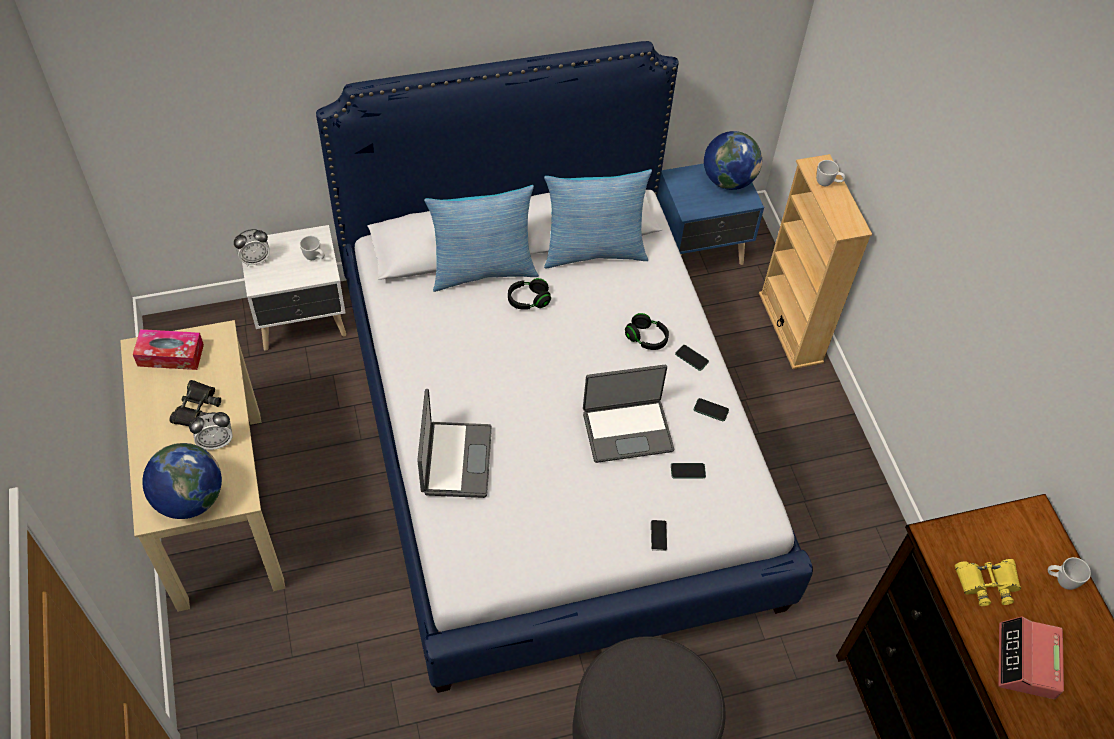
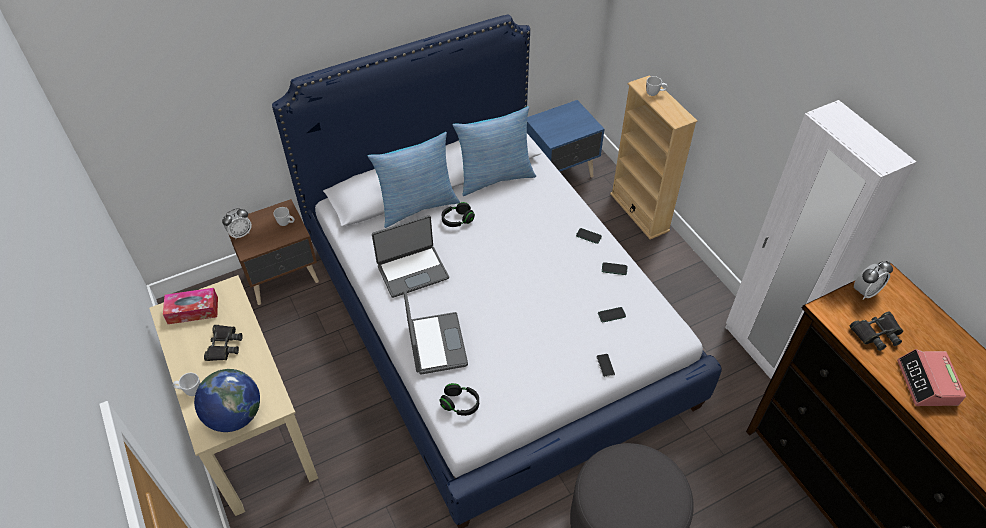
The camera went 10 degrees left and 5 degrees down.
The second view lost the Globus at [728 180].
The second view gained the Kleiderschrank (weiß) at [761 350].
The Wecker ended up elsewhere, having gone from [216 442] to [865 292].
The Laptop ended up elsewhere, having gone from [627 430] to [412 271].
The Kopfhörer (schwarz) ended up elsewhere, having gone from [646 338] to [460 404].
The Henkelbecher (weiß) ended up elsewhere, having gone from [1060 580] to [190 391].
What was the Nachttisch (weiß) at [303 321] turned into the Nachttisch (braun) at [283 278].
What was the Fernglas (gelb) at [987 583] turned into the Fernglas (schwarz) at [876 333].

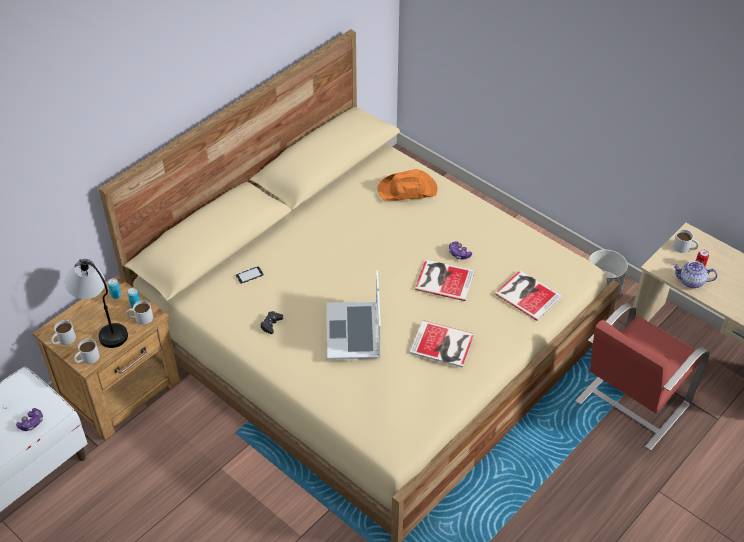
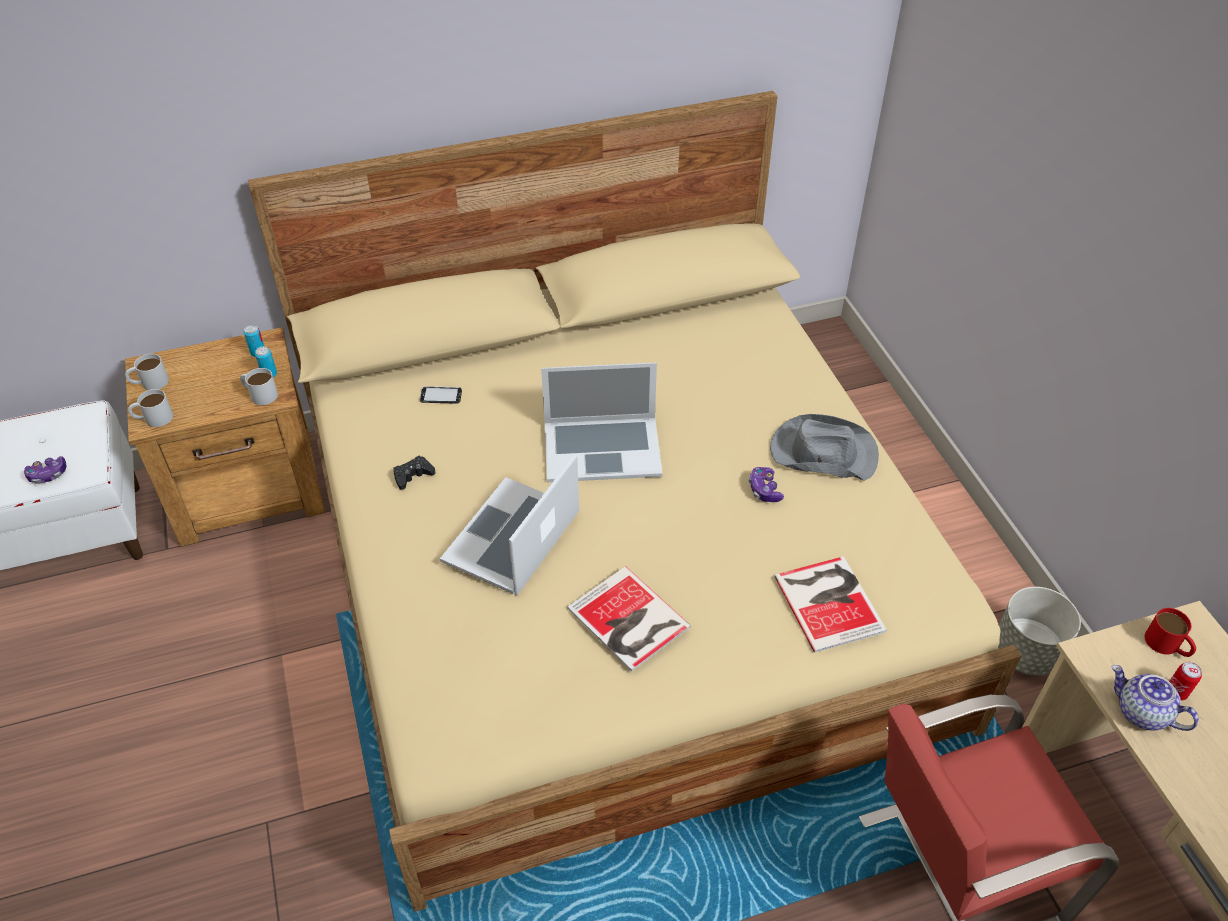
The camera went 30 degrees right and 0 degrees up.
The second view lost the Tischlampe at [103 325].
The second view lost the Hut (orange) at [408 190].
The second view lost the Buch at [443 279].
The second view gained the Laptop at [602 448].
The second view gained the Hut (grau) at [822 453].
What was the Henkelbecher (weiß) at [684 248] turned into the Henkelbecher (rot) at [1167 645].

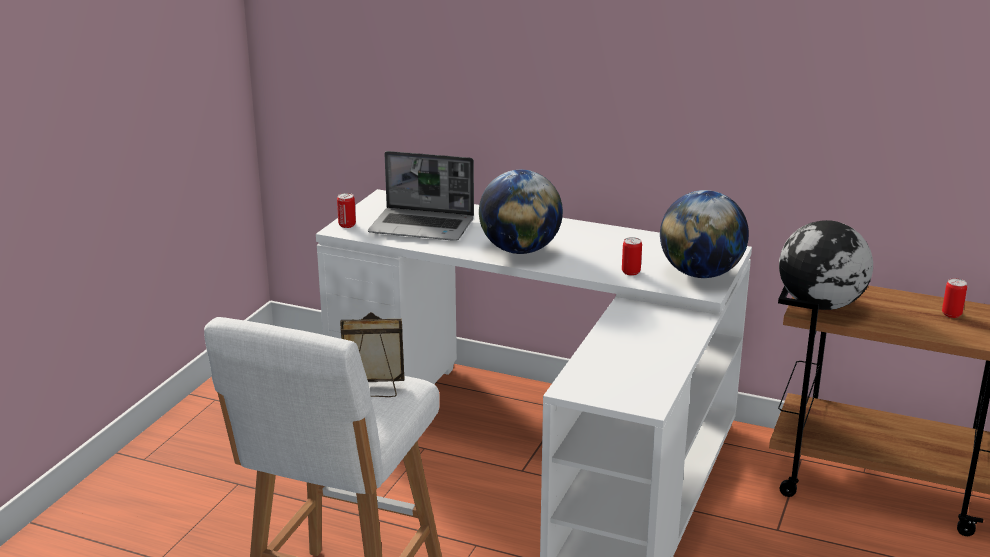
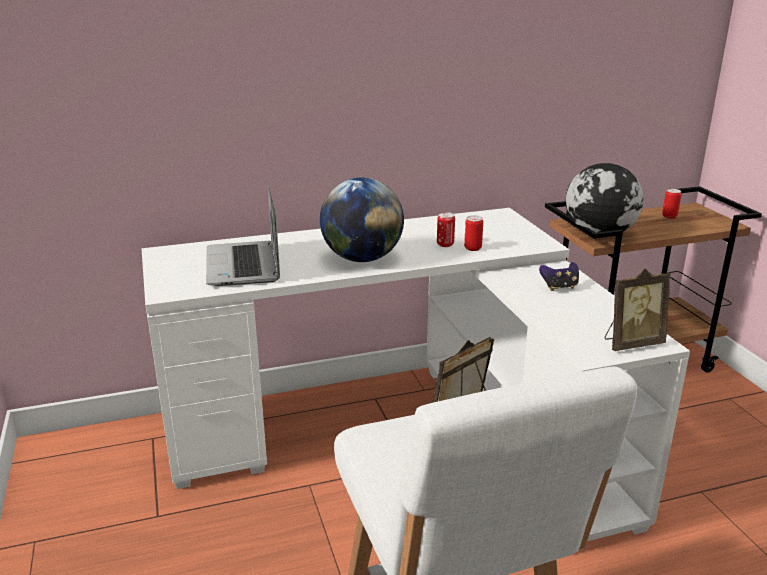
The camera went 40 degrees left and 0 degrees up.
The second view lost the Globus at [700 274].
The second view gained the Gamepad at [559 287].
The second view gained the Bilderrahmen at [631 343].
The Dose ended up elsewhere, having gone from [347 225] to [445 244].
The Laptop at [423 227] ended up facing another way, 105 degrees clockwise from before.

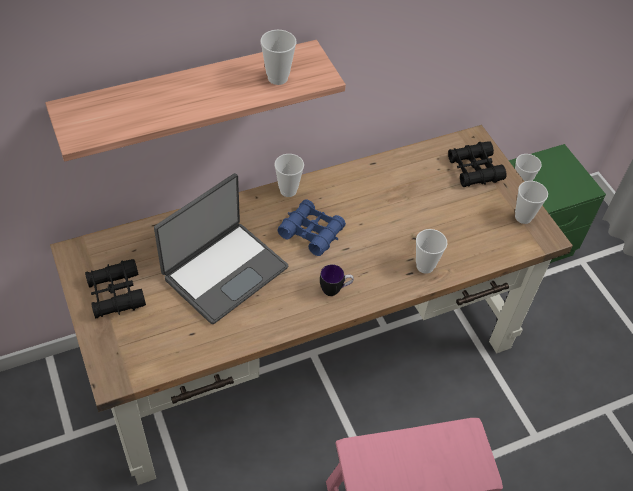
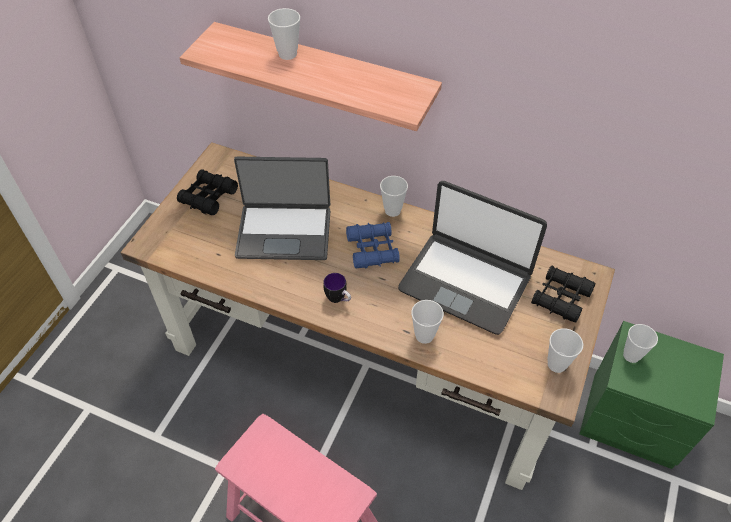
The camera went 50 degrees right and 0 degrees up.
The second view gained the Laptop at [465 282].
The Tasse ended up elsewhere, having gone from [277 78] to [287 54].

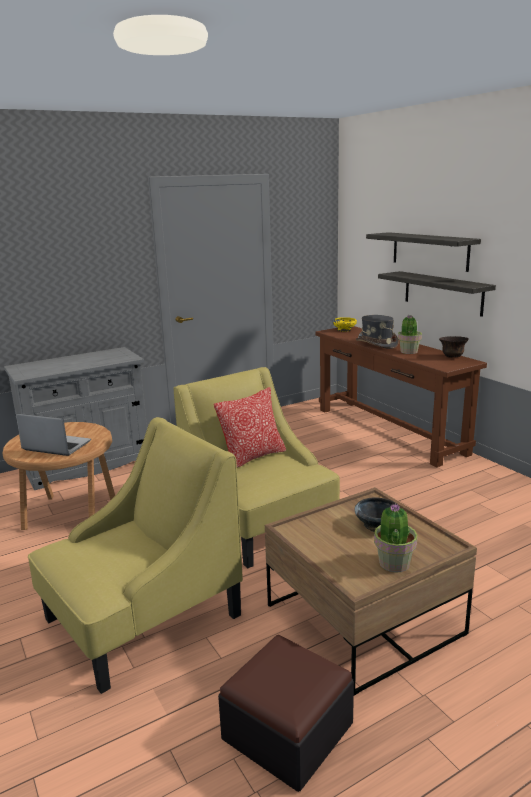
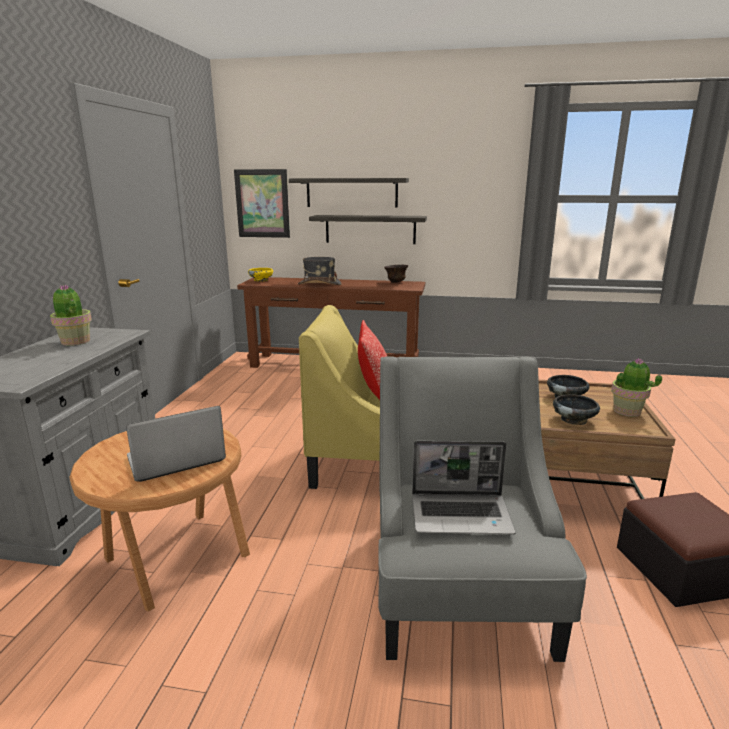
The camera went 50 degrees left and 0 degrees up.
The second view gained the Bild at [262 203].
The second view gained the Laptop at [461 515].
The second view gained the Schüssel (schwarz) at [574 419].
The Topfpflanze ended up elsewhere, having gone from [408 351] to [75 342].
What was the Sessel (gelb) at [142 617] turned into the Sessel (grau) at [459 584].

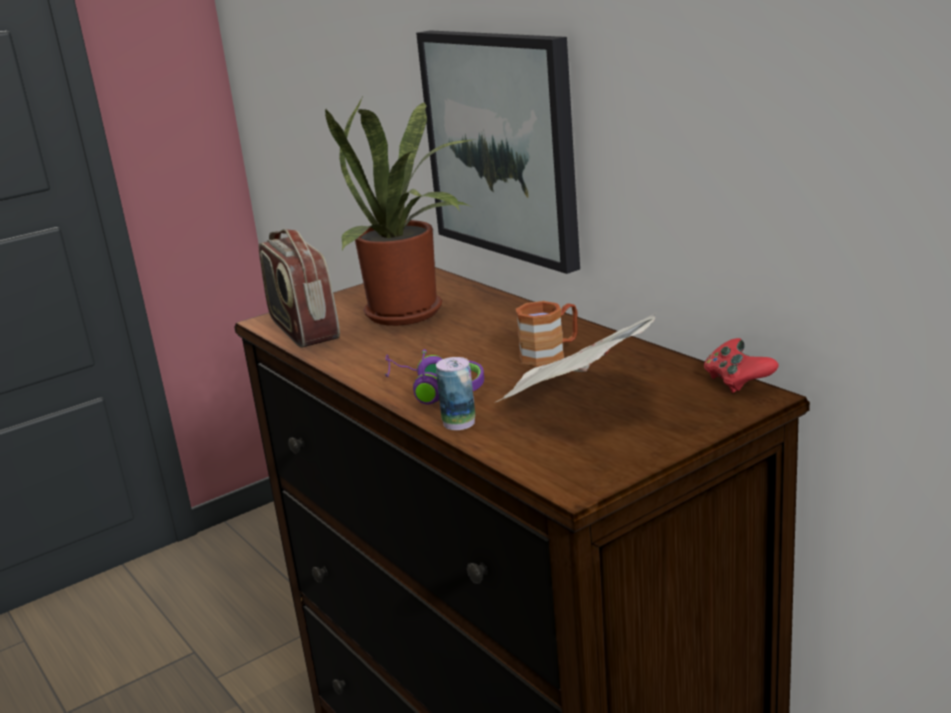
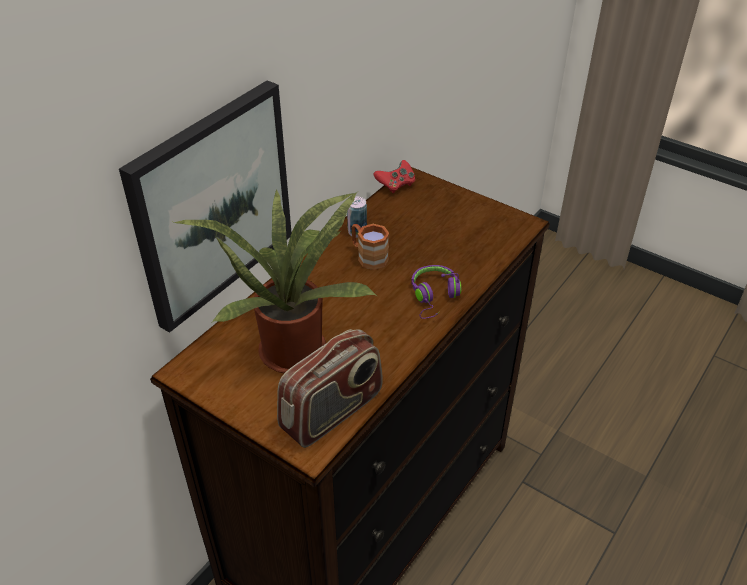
The camera went 110 degrees left and 20 degrees up.
The second view lost the Zeitung at [576 400].
The Dose ended up elsewhere, having gone from [459 423] to [357 231].

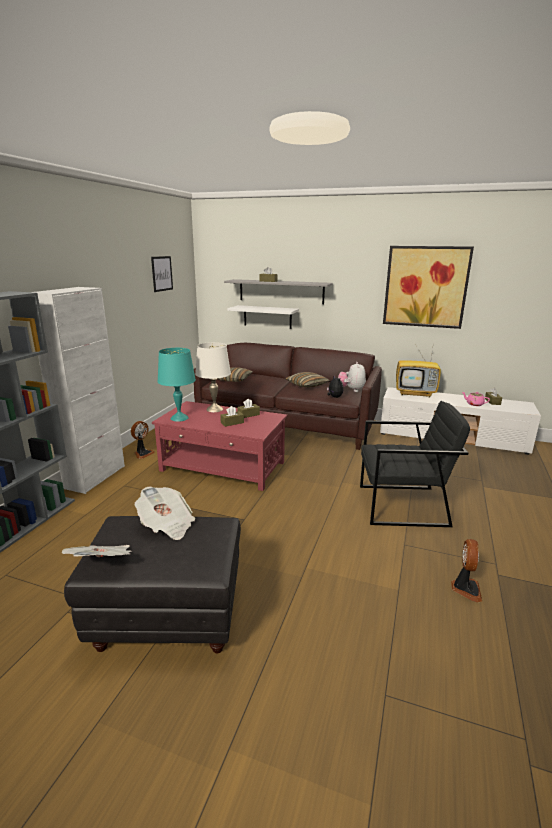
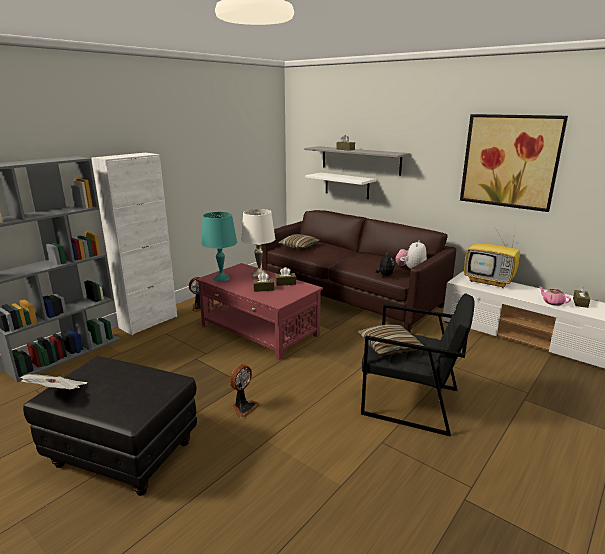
The camera went 20 degrees right and 0 degrees up.
The second view lost the Zeitung at [167 525].
The second view lost the Bild at [162 273].
The Kissen ended up elsewhere, having gone from [307 385] to [389 346].
The Ventilator ended up elsewhere, having gone from [465 589] to [243 407].

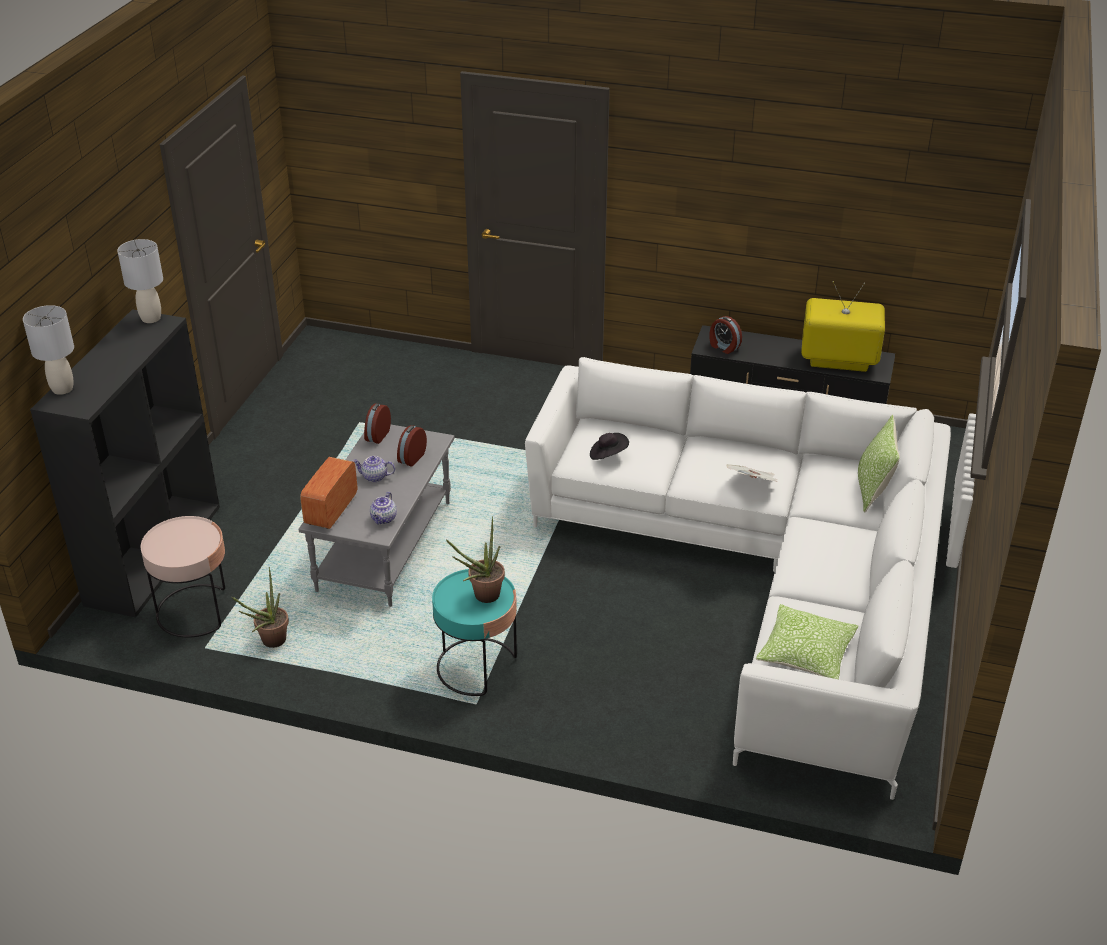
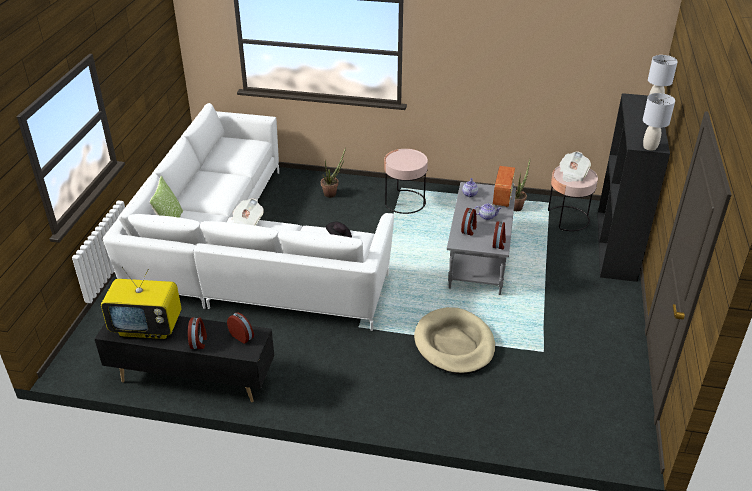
The camera went 175 degrees right and 0 degrees up.
The second view lost the Kissen at [806 653].
The second view gained the Wecker at [199 342].
The second view gained the Hundebett (beige) at [454 344].
The second view gained the Zeitung at [572 175].
The Topfpflanze ended up elsewhere, having gone from [482 597] to [332 193].
What was the Beistelltisch (türkis) at [477 666] turned into the Beistelltisch (rosa) at [405 202].

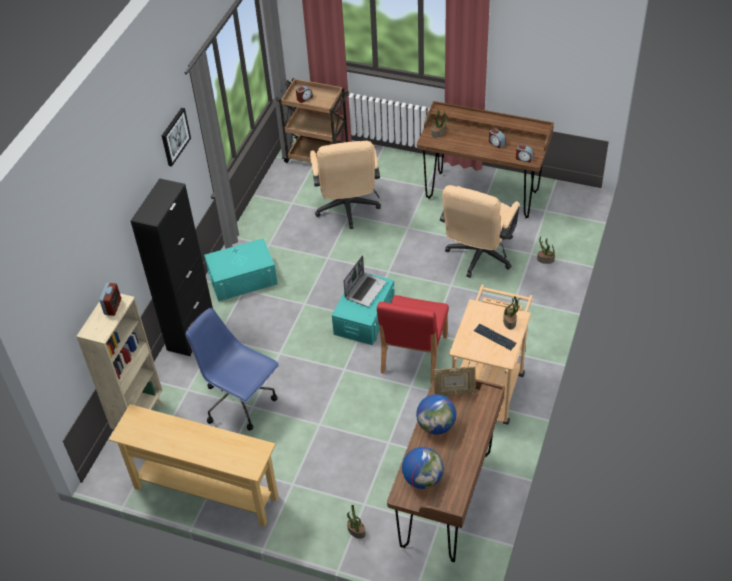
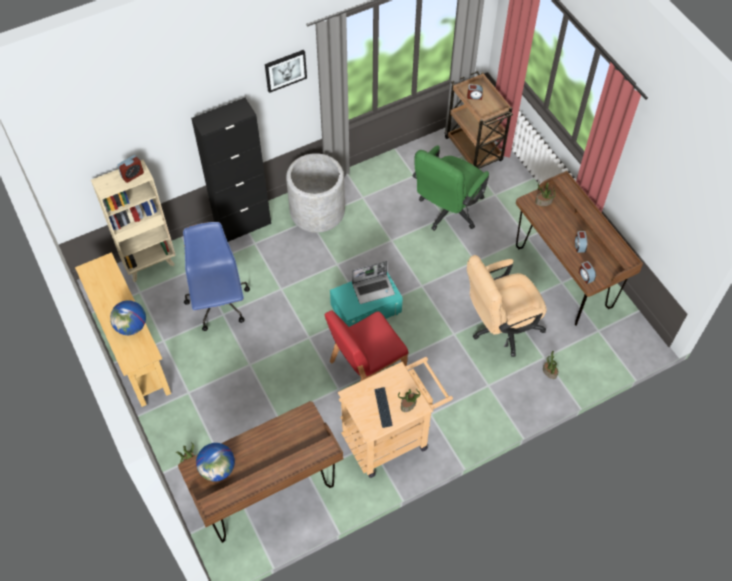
The camera went 40 degrees right and 10 degrees up.
The second view lost the Bilderrahmen at [454 393].
The Globus ended up elsewhere, having gone from [436 426] to [131 326].
Where the Aufbewahrungsbox (türkis) stood at [242 279], the Pflanzkübel (grau) came to stand at [317 211].
What was the Bürostuhl (beige) at [347 210] turned into the Bürostuhl (grün) at [447 212].

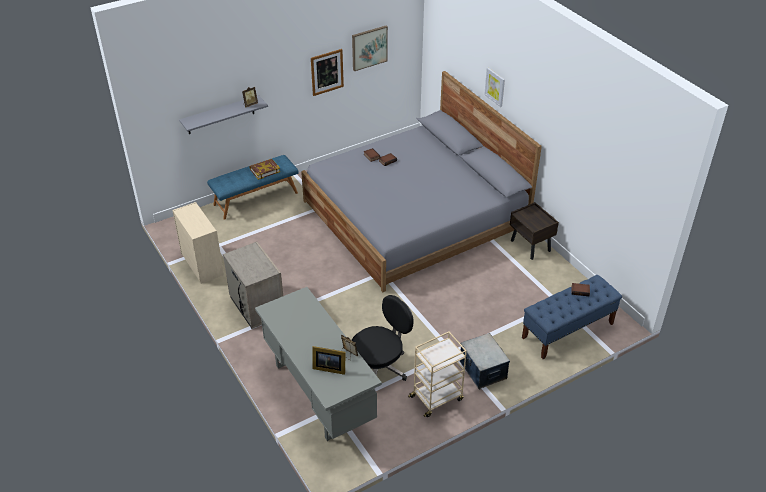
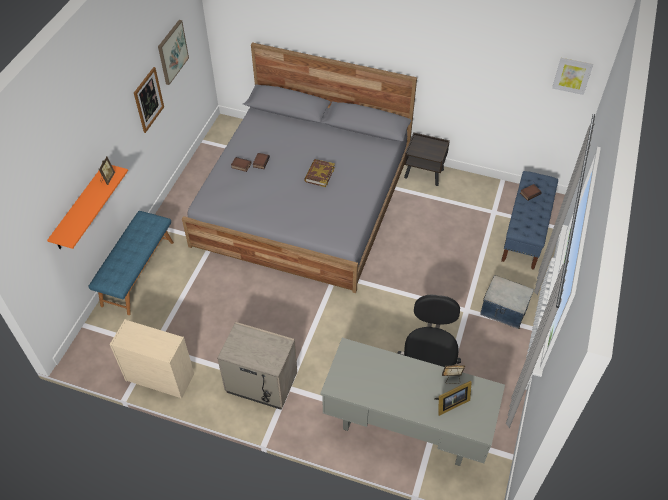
The camera went 40 degrees left and 10 degrees up.
The second view lost the Rollwagen (beige) at [437 398].
The Buch ended up elsewhere, having gone from [264 170] to [319 175].
The Bild ended up elsewhere, having gone from [495 87] to [572 75].
What was the Wandregal (grau) at [220 115] turned into the Wandregal (orange) at [80 208].

